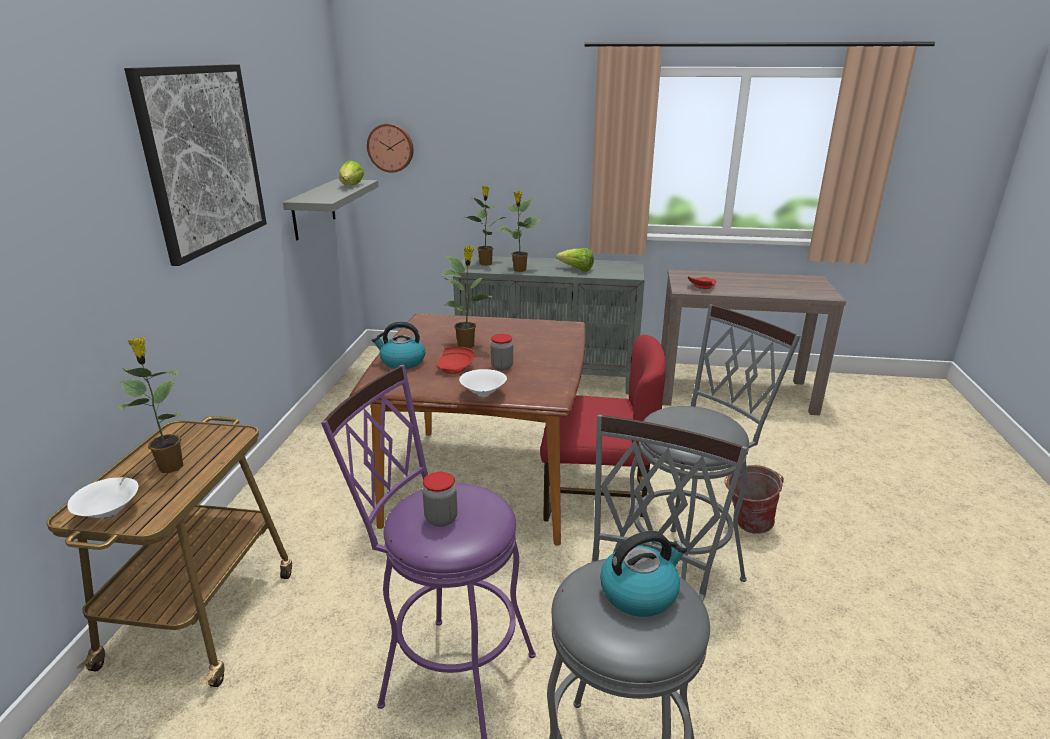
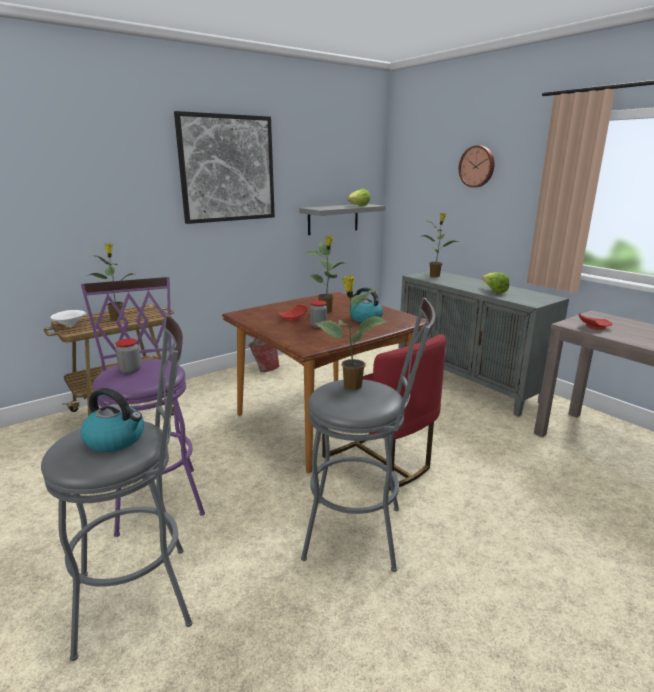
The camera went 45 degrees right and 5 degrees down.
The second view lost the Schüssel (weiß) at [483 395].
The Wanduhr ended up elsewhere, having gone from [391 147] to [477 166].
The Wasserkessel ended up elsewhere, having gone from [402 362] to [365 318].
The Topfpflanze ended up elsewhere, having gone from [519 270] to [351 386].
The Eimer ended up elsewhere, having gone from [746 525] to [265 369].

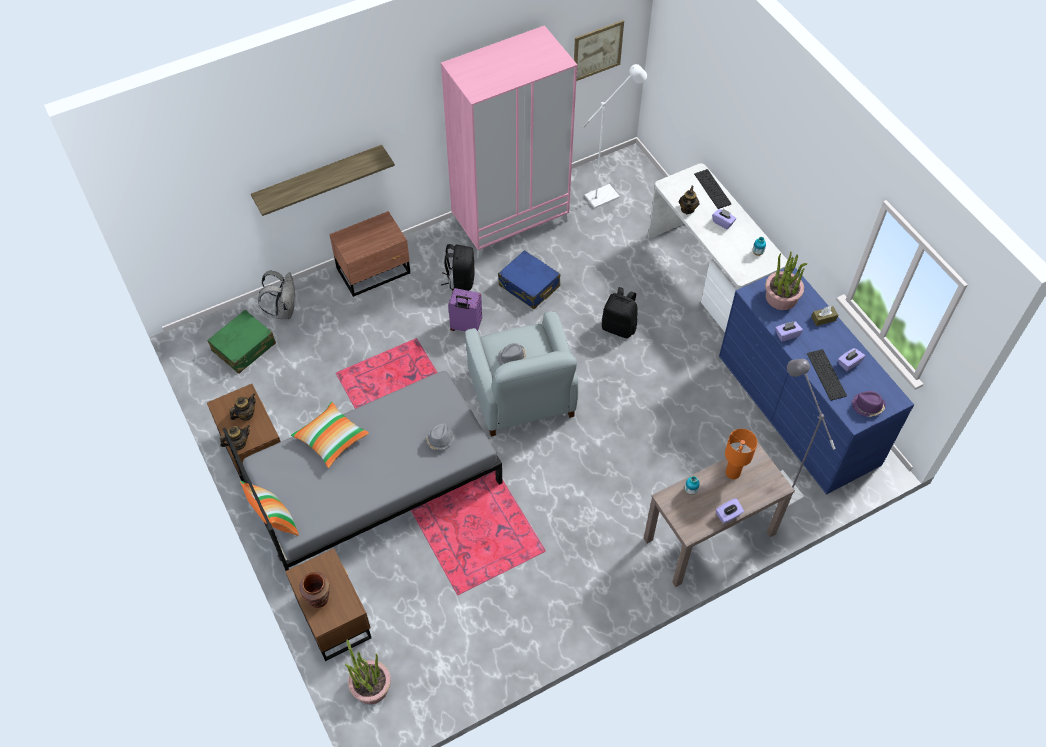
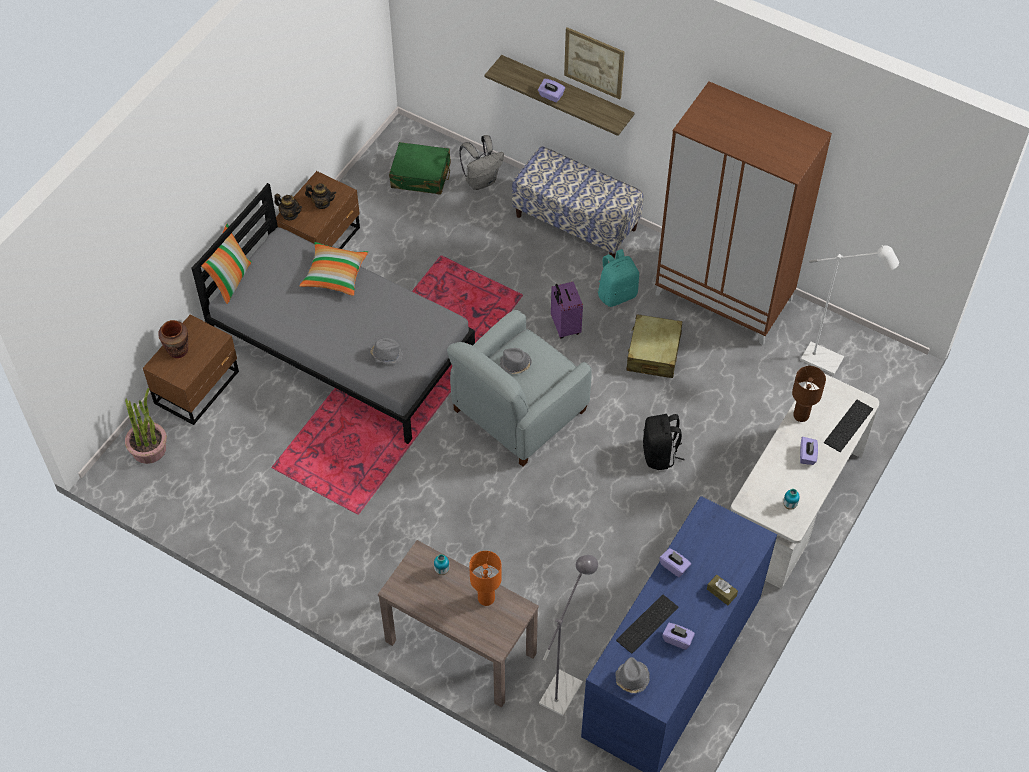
The camera went 60 degrees right and 0 degrees up.
The second view lost the Topfpflanze at [781 297].
The Bild ended up elsewhere, having gone from [597 50] to [594 63].
The Taschentuchbox (lila) ended up elsewhere, having gone from [728 515] to [551 96].
Where the Nachttisch (braun) stood at [375 271], the Bank came to stand at [576 222].
Where the Teekanne stood at [687 209], the Tischlampe (braun) came to stand at [800 415].
What was the Kleiderschrank (rosa) at [510 221] turned into the Kleiderschrank (braun) at [724 296].
What was the Rucksack (schwarz) at [460 280] turned into the Rucksack (türkis) at [617 294].
What was the Koffer (blau) at [529 286] turned into the Koffer (beige) at [653 353].
What was the Hut (lila) at [867 406] turned into the Hut (grau) at [632 678].

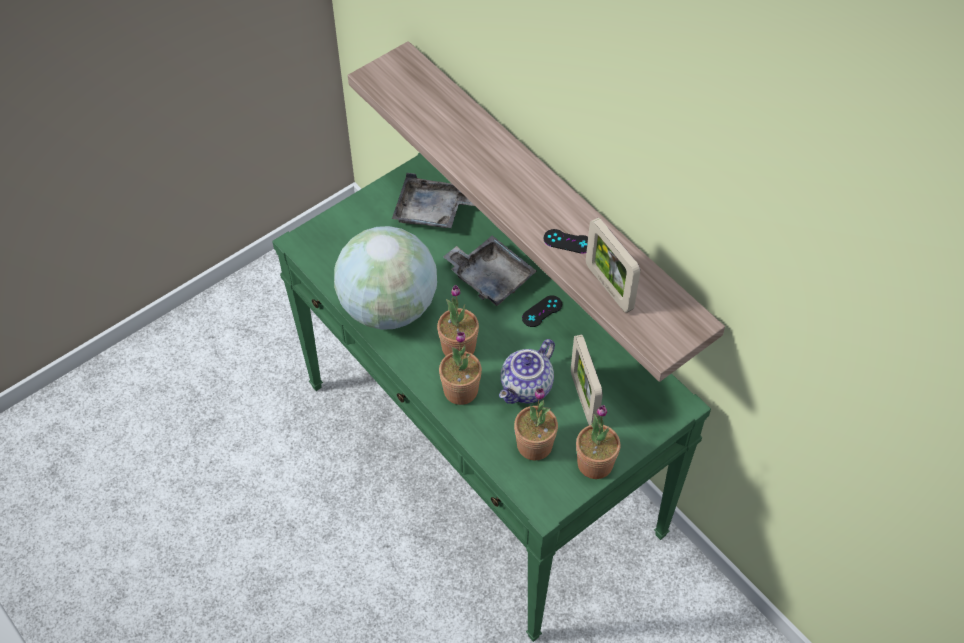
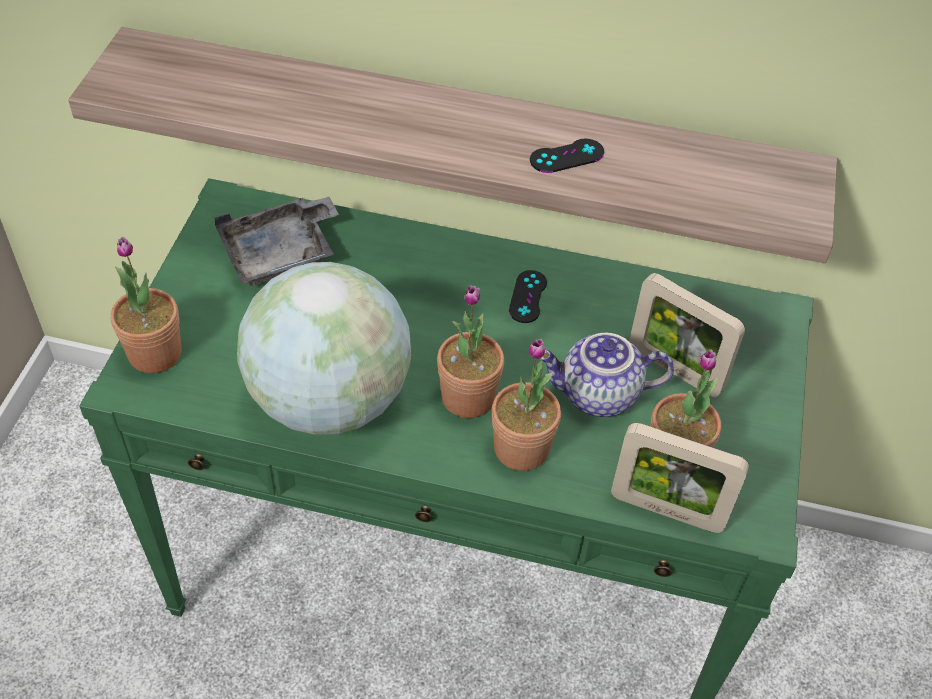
The camera went 40 degrees left and 5 degrees down.
The second view lost the Tablett (grau) at [490 277].
The Topfpflanze ended up elsewhere, having gone from [595 463] to [155 353].
The Bilderrahmen ended up elsewhere, having gone from [609 287] to [666 510].
The Teekanne at [527 388] ended up facing another way, 90 degrees clockwise from before.

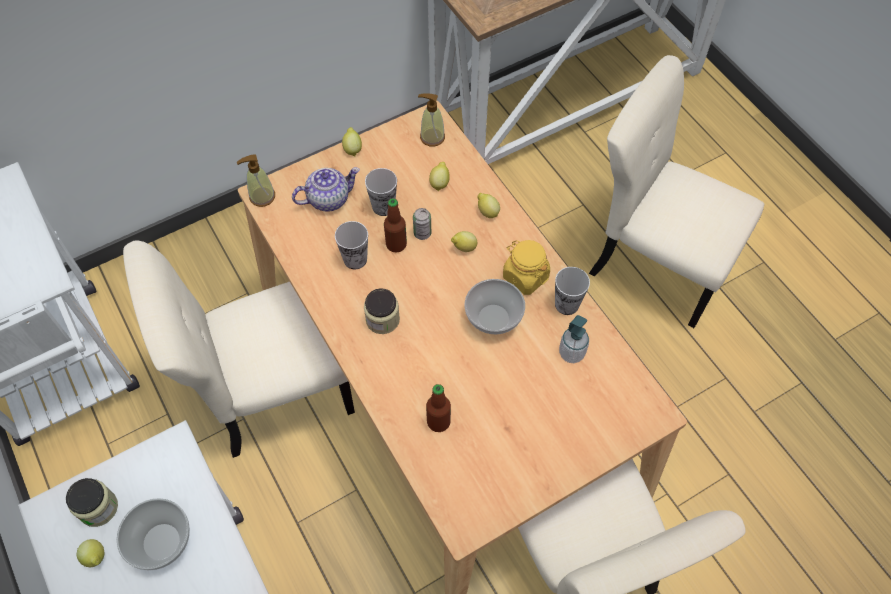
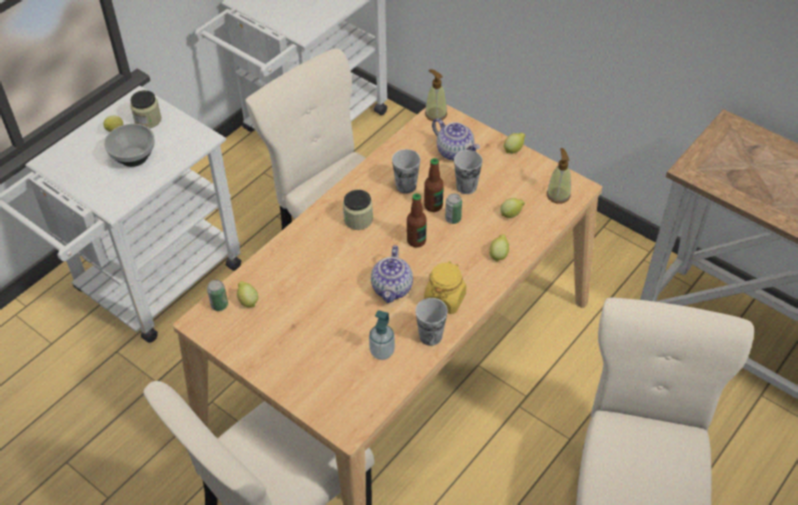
The camera went 70 degrees right and 10 degrees down.
The second view gained the Dose at [219 305].
The Flasche ended up elsewhere, having gone from [438 422] to [416 241].
The Zitrone ended up elsewhere, having gone from [463 248] to [248 301].
Where the Schüssel stood at [493 318], the Teekanne came to stand at [392 288].

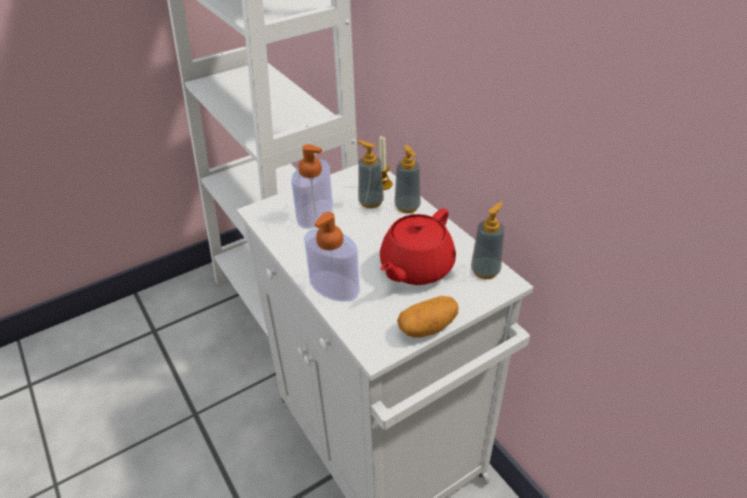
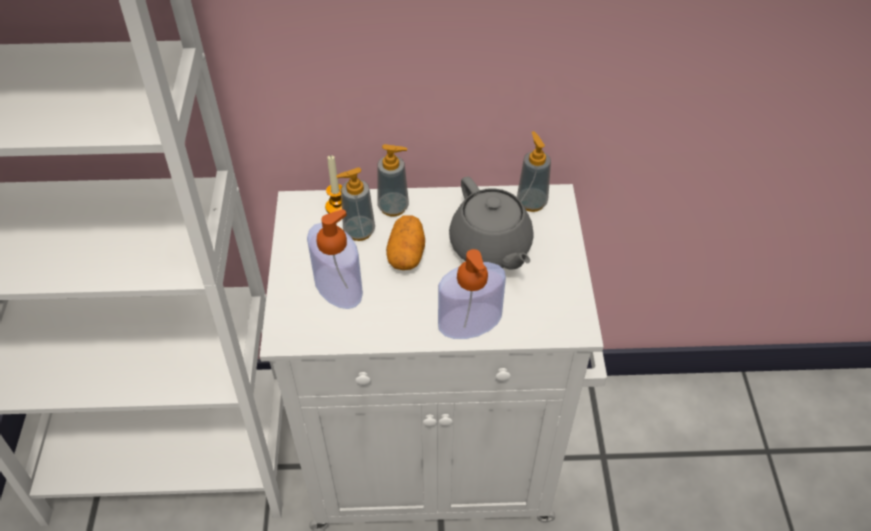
The camera went 60 degrees left and 10 degrees up.
The Kartoffel ended up elsewhere, having gone from [427 327] to [406 253].
What was the Teekanne (rot) at [415 268] turned into the Teekanne (grau) at [490 247].

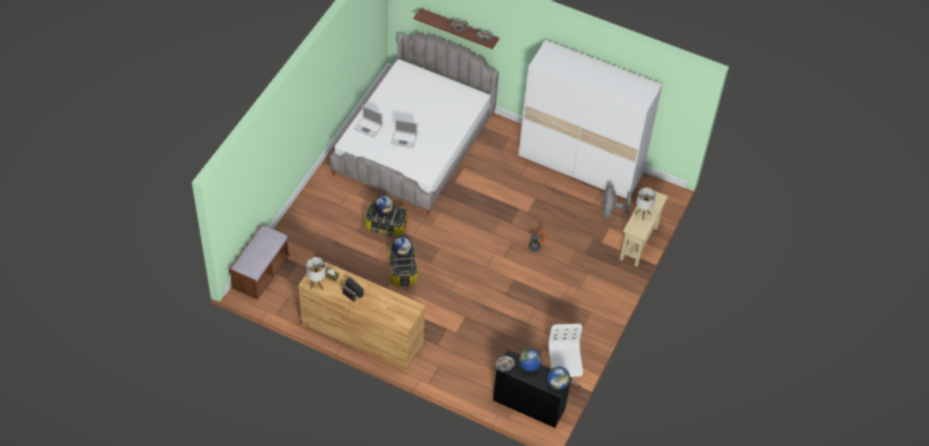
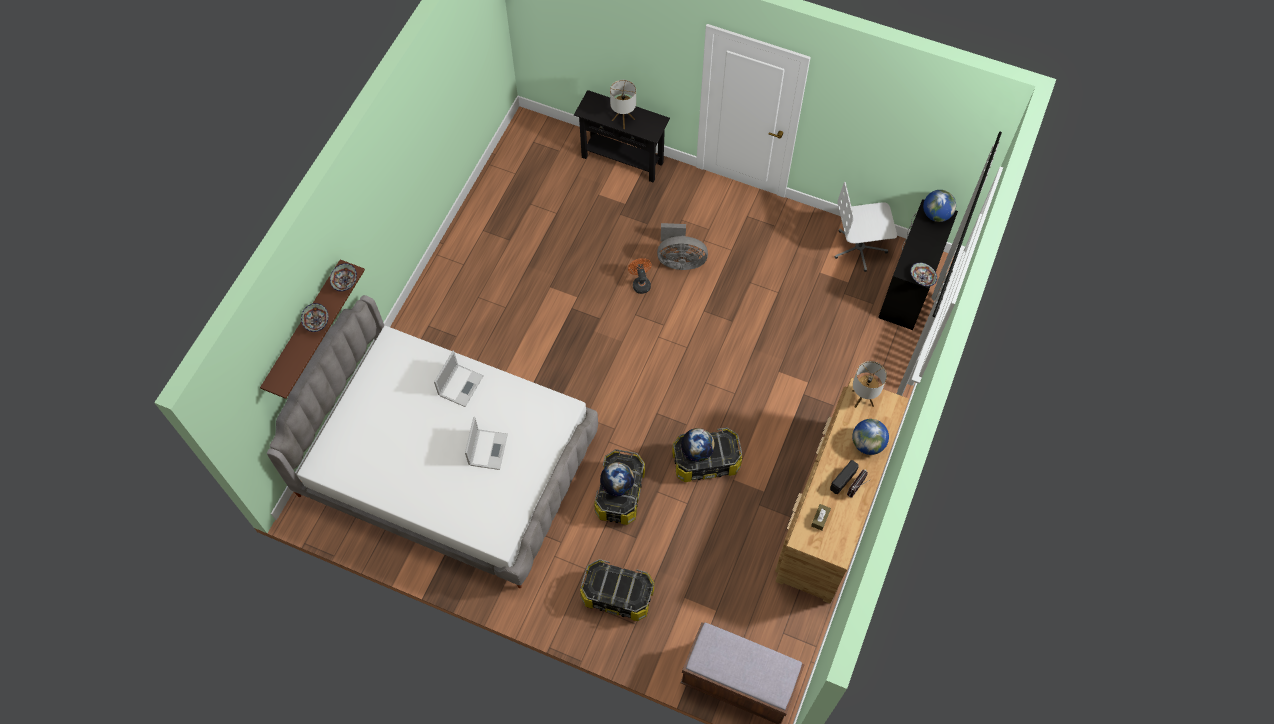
The camera went 90 degrees left and 10 degrees up.
The second view lost the Kleiderschrank (weiß) at [580 165].
The second view gained the Aufbewahrungsbox at [617 595].
The Tischlampe ended up elsewhere, having gone from [316 284] to [863 398].
The Laptop ended up elsewhere, having gone from [368 127] to [461 384].
The Globus ended up elsewhere, having gone from [529 366] to [867 443].
The Ventilator (grau) ended up elsewhere, having gone from [611 211] to [680 260].
What was the Konsolentisch (beige) at [638 243] turned into the Konsolentisch (schwarz) at [622 160].

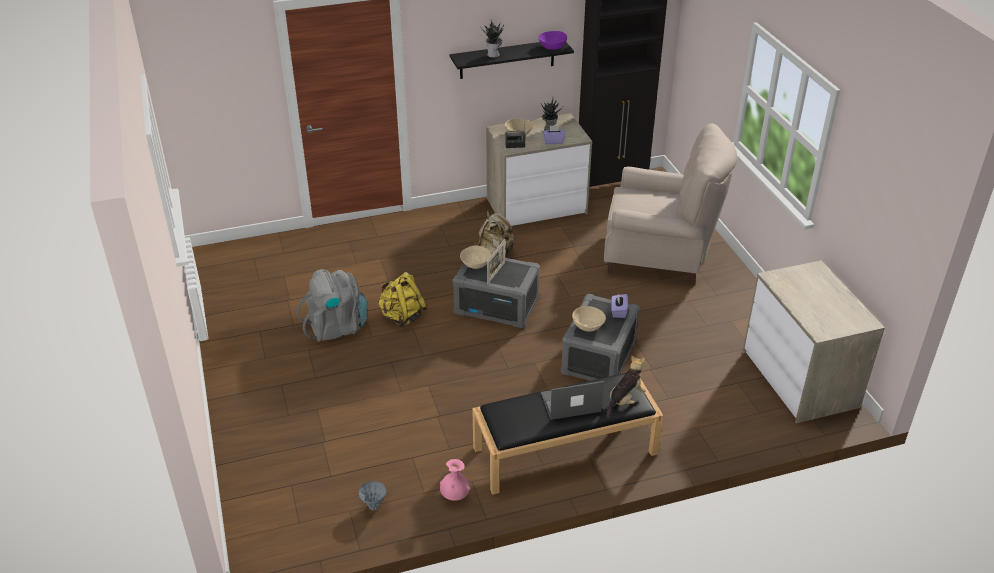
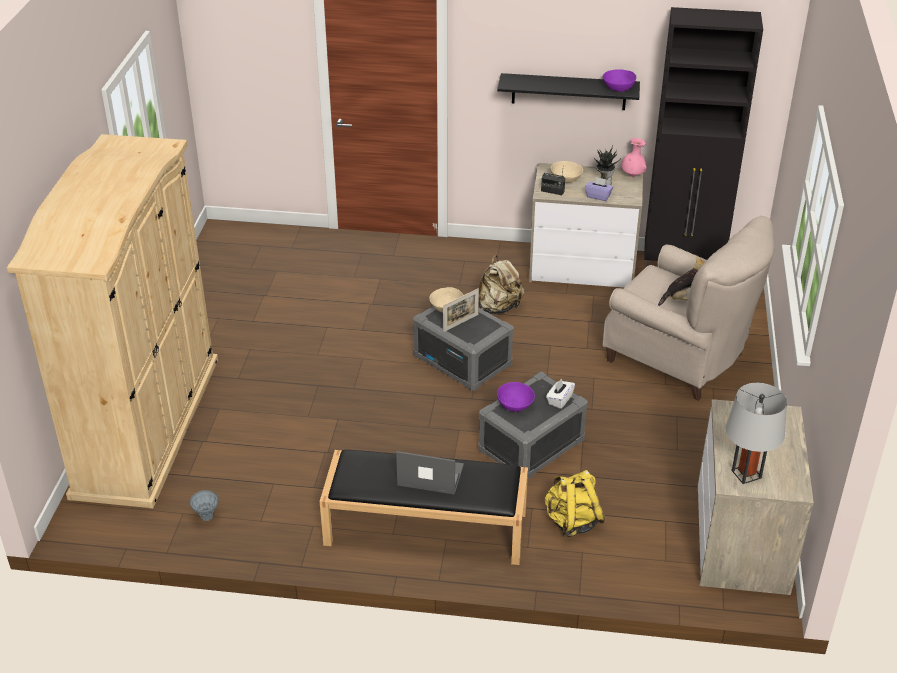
The camera went 25 degrees right and 0 degrees up.
The second view lost the Rucksack (grau) at [337 327].
The second view lost the Topfpflanze at [493 55].
The second view gained the Kleiderschrank (beige) at [147 425].
The second view gained the Tischlampe (grau) at [746 474].
The Rucksack (gelb) ended up elsewhere, having gone from [402 317] to [572 522].
The Vase (rosa) ended up elsewhere, having gone from [455 496] to [632 176].
The Plüschtier ended up elsewhere, having gone from [625 400] to [683 298].
What was the Schüssel (beige) at [588 326] turned into the Schüssel (lila) at [515 405].
What was the Taschentuchbox (lila) at [618 311] turned into the Taschentuchbox (weiß) at [559 400].

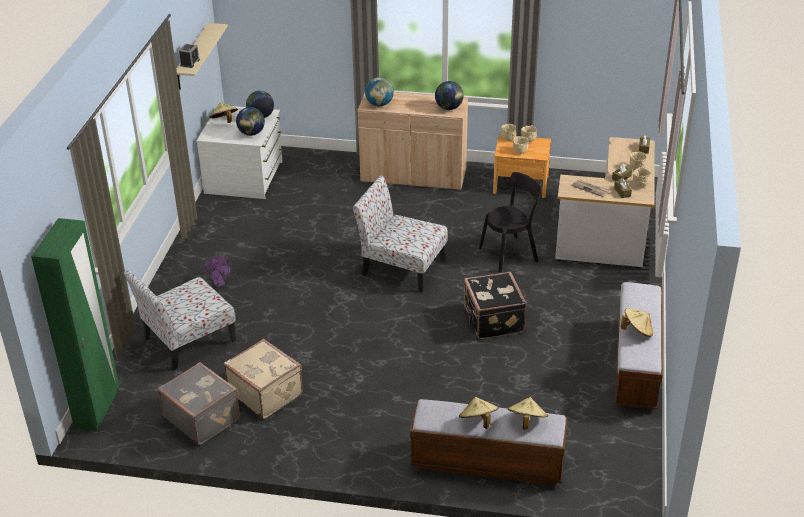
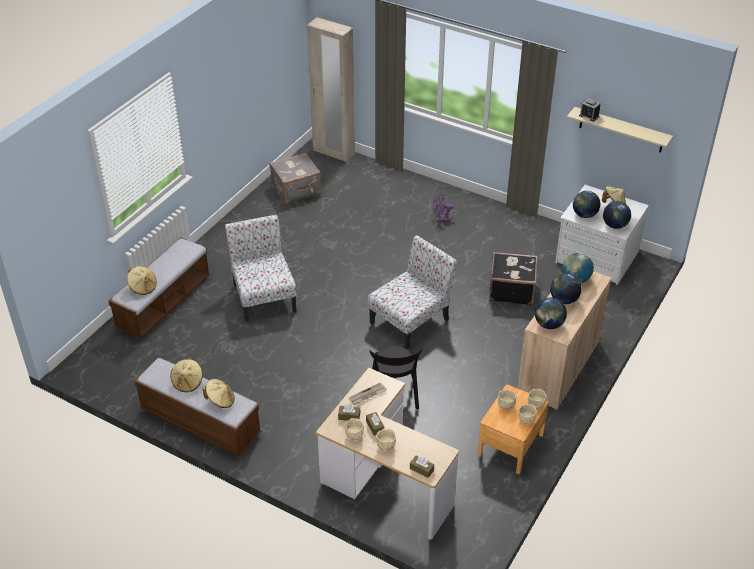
The camera went 110 degrees right and 5 degrees up.
The second view lost the Koffer (beige) at [266 393].
The second view gained the Globus at [564 300].
The Stuhl ended up elsewhere, having gone from [187 341] to [263 296].
The Hut (beige) ended up elsewhere, having gone from [478 421] to [220 400].
The Koffer (schwarz) ended up elsewhere, having gone from [492 320] to [511 290].
What was the Kleiderschrank (grün) at [98 408] turned into the Kleiderschrank (beige) at [333 152].

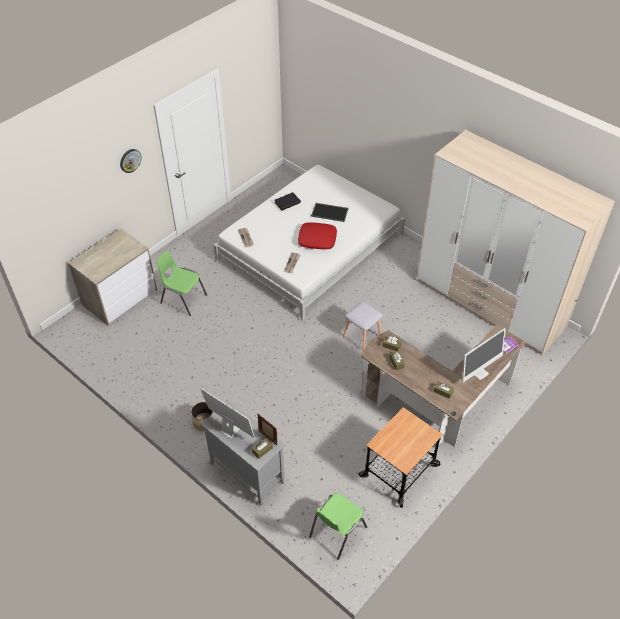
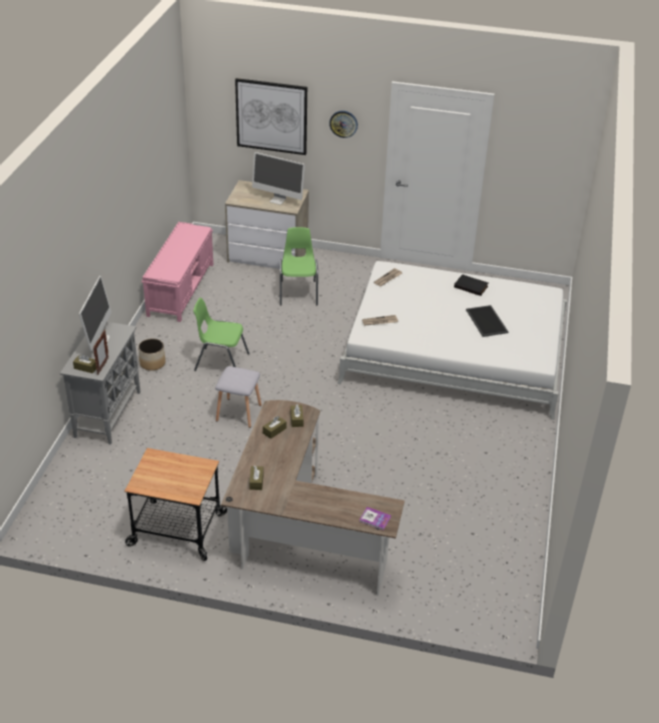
The camera went 60 degrees right and 10 degrees down.
The second view lost the Kissen (rot) at [317 239].
The second view lost the Kleiderschrank at [489 304].
The second view gained the Bank (rosa) at [181 289].
The second view gained the Bild at [271 116].
The Stuhl (grün) ended up elsewhere, having gone from [336 532] to [221 362].
The Hocker (grau) ended up elsewhere, having gone from [362 336] to [239 412].
The Monitor ended up elsewhere, having gone from [479 372] to [278 200].

